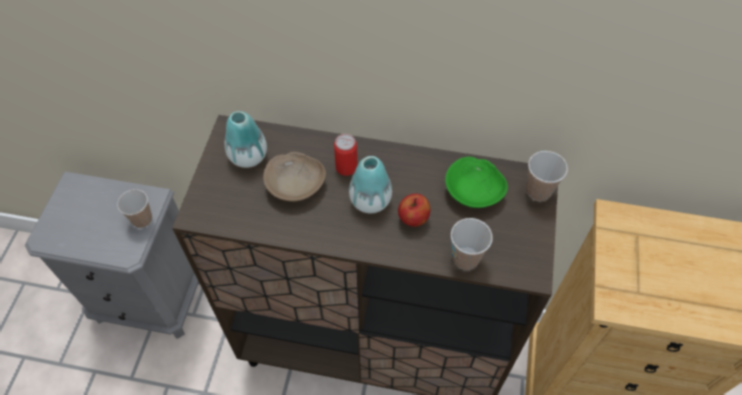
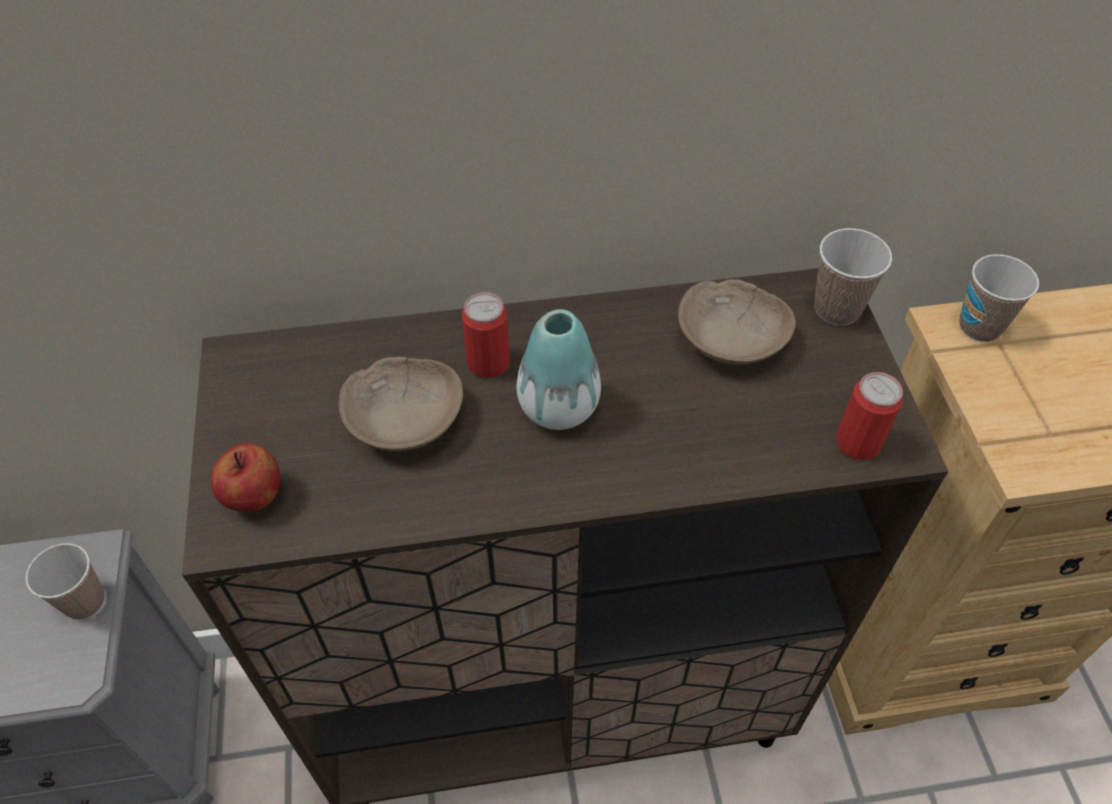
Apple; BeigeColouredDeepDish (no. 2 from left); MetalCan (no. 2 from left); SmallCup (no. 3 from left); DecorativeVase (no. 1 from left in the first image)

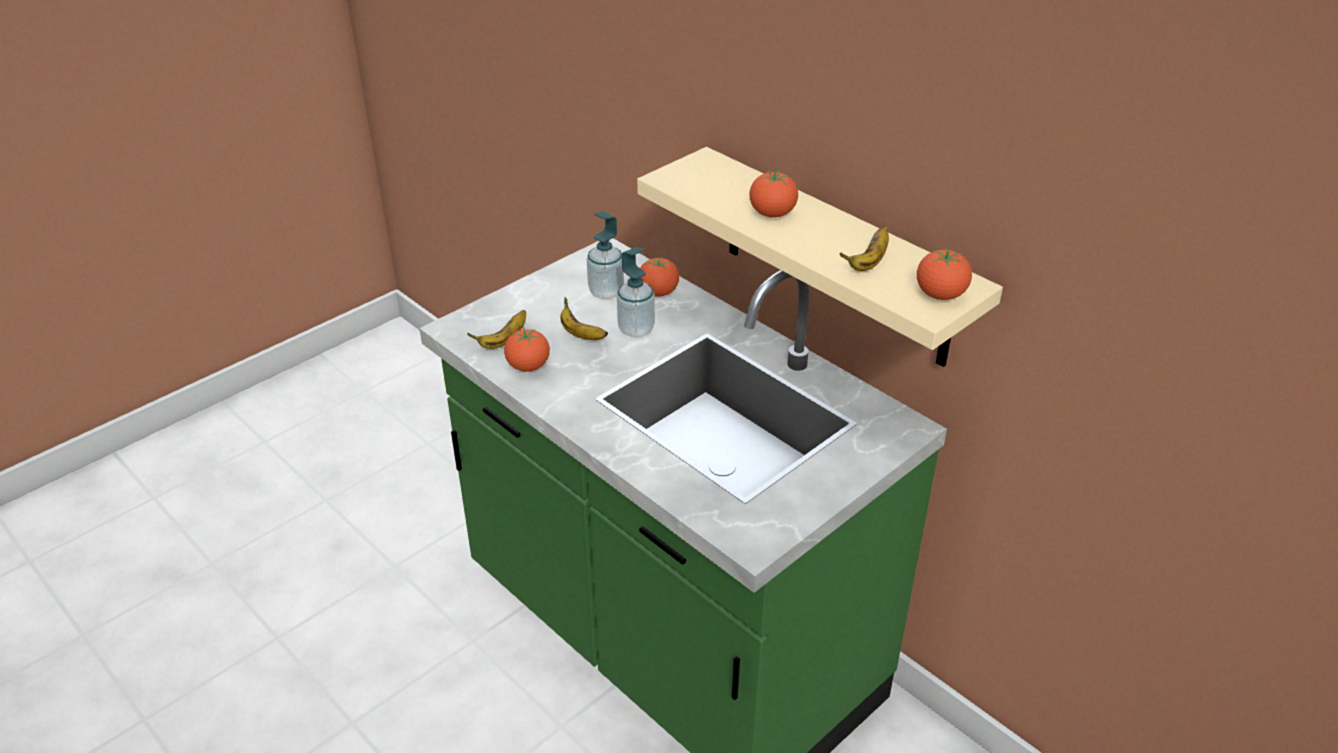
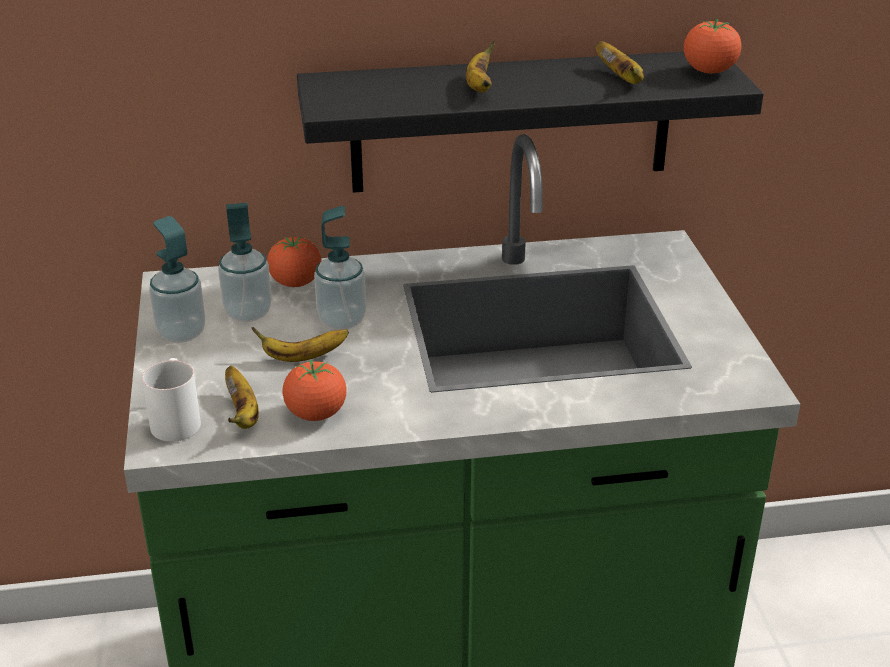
WhitishCoffeeMug; SoapDispenser (no. 1 from left); BlackWallShelf; Banana (no. 3 from left)

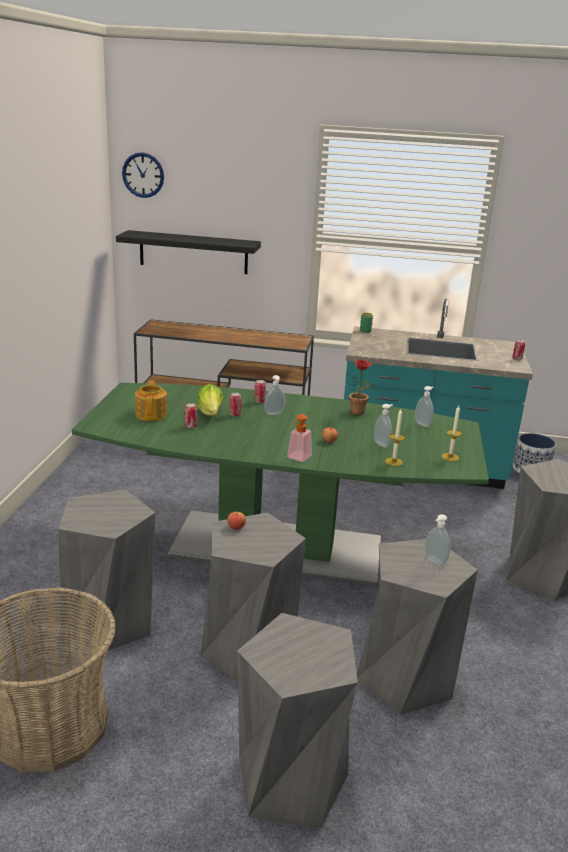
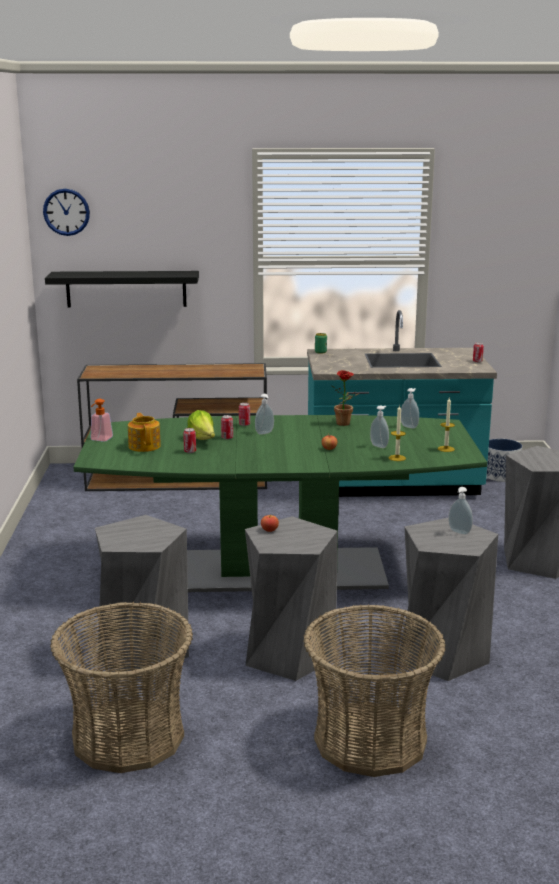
SoapDispenser (no. 1 from left); StorageBasket (no. 2 from left)

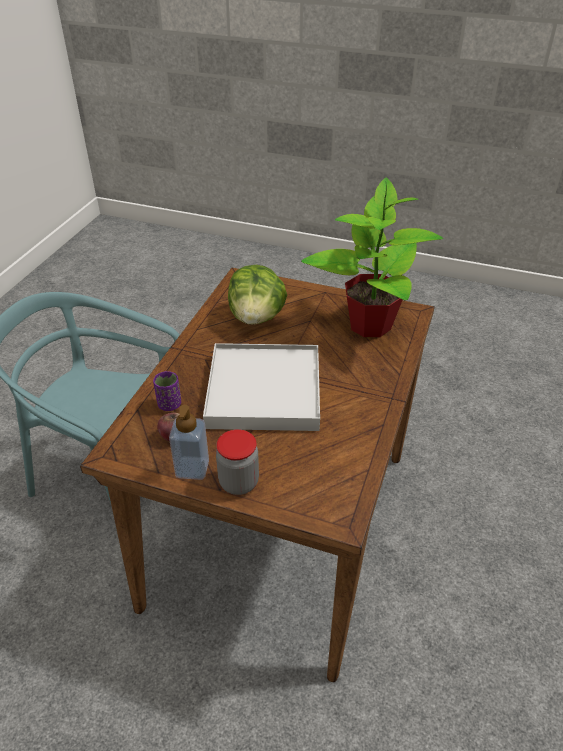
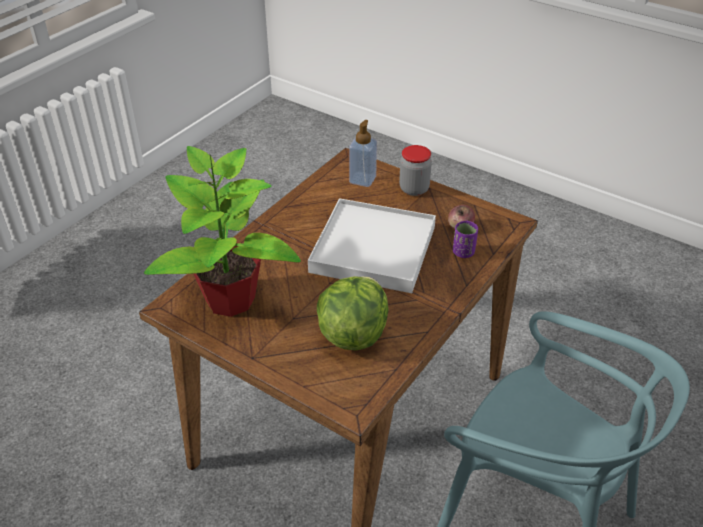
SoapDispenser

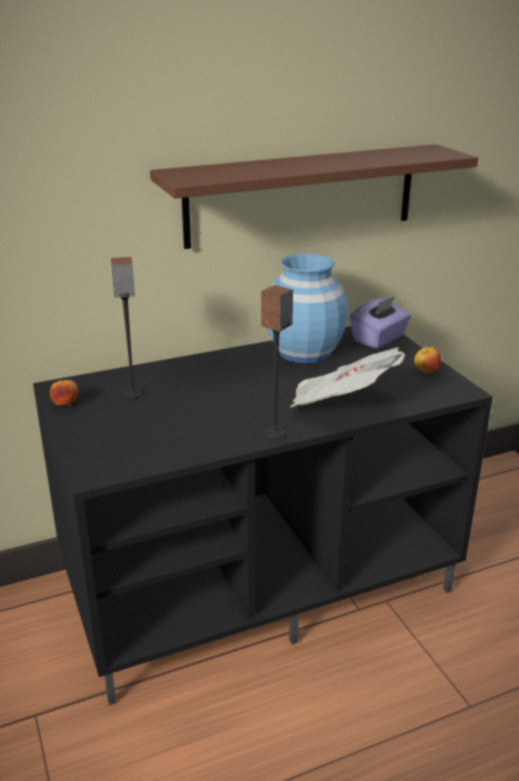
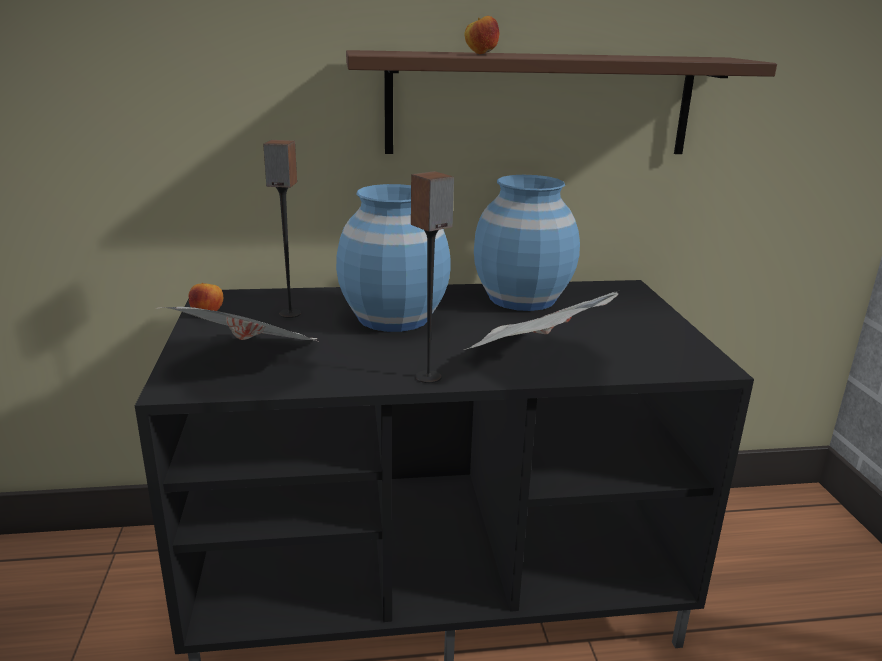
PrintedPaper (no. 1 from left); BlueColouredDecorativeVase (no. 1 from left); Apple (no. 2 from left); PurplishBoxOfTissues

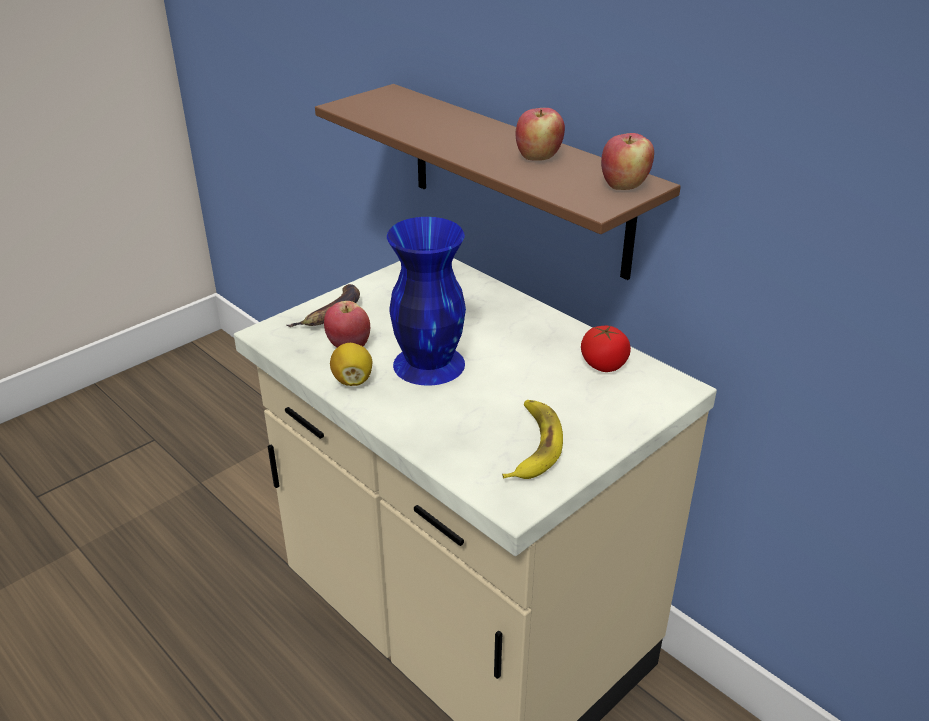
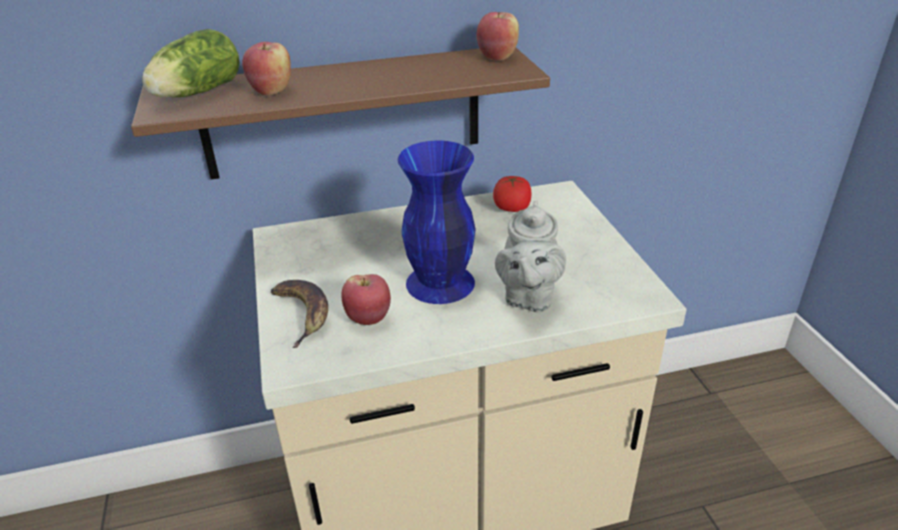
HeadOfLettuce; Apple (no. 1 from left); GreyishPotForTea; CitrusFruit; Banana (no. 2 from left in the first image)

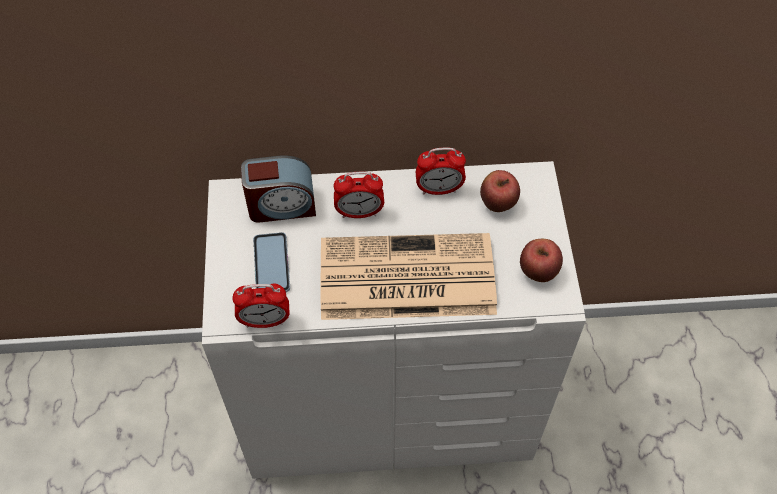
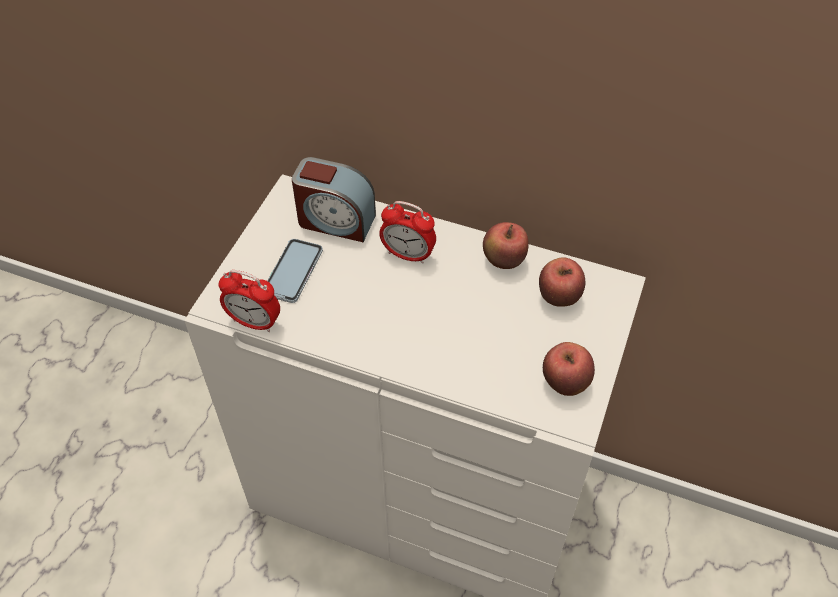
Apple (no. 1 from left); PrintedPaper

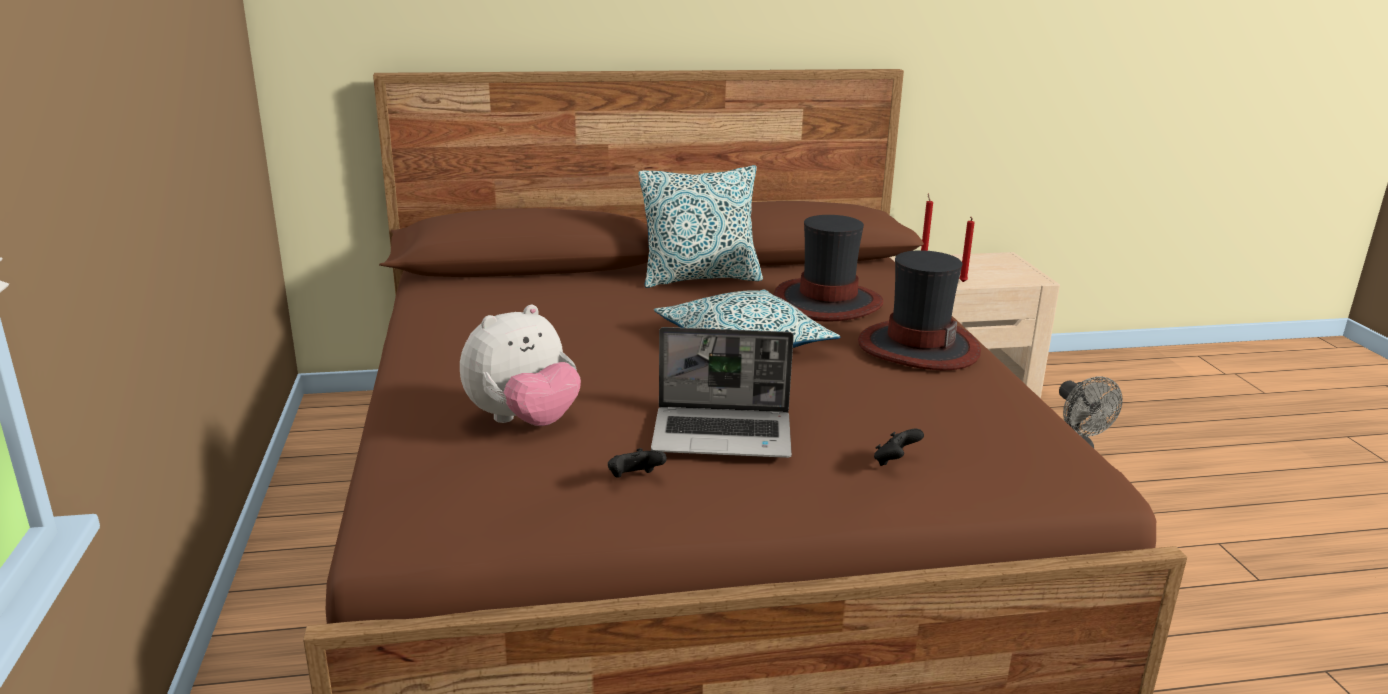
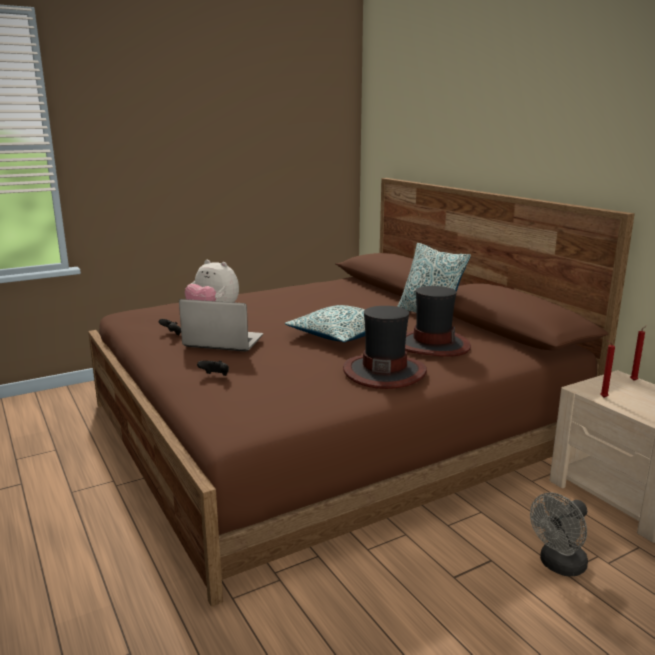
PortableComputer

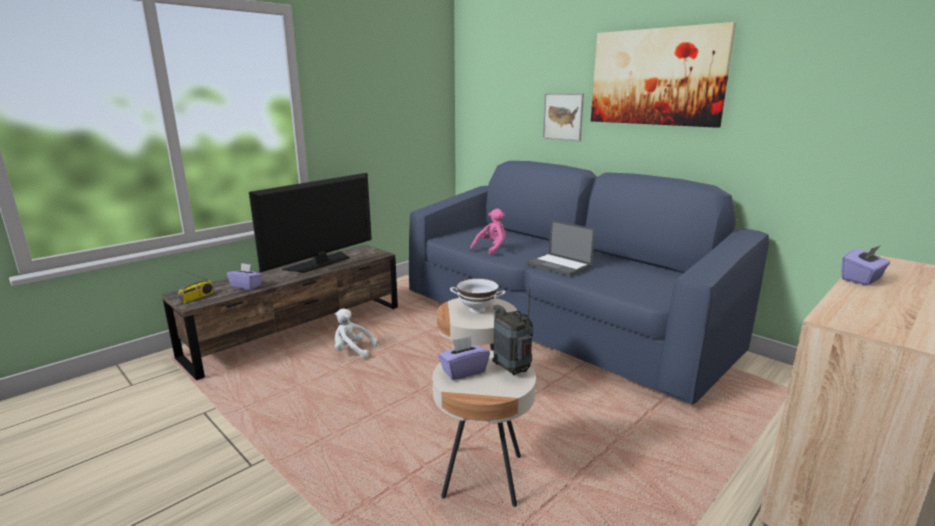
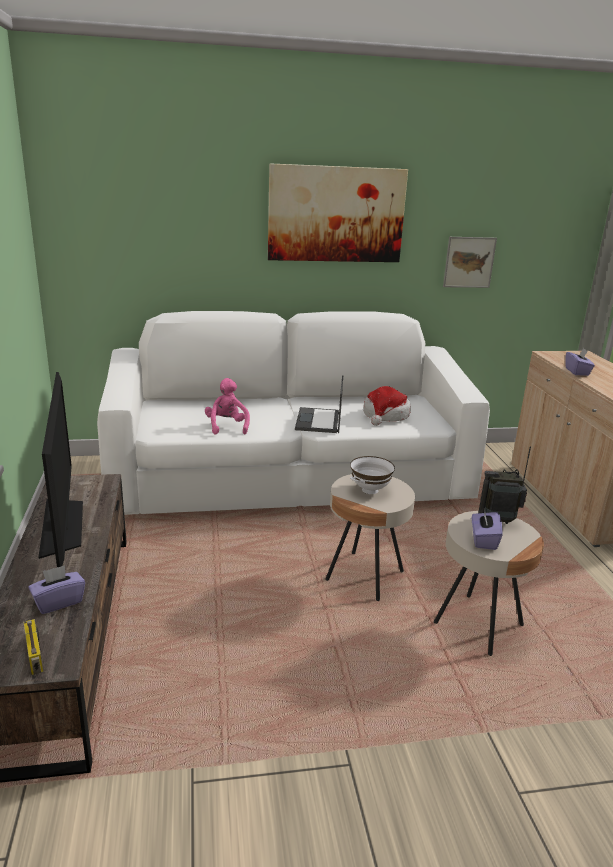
WhitishSofa; PortableComputer; WearableHat; WallArt (no. 2 from left); WhitishSoftToy

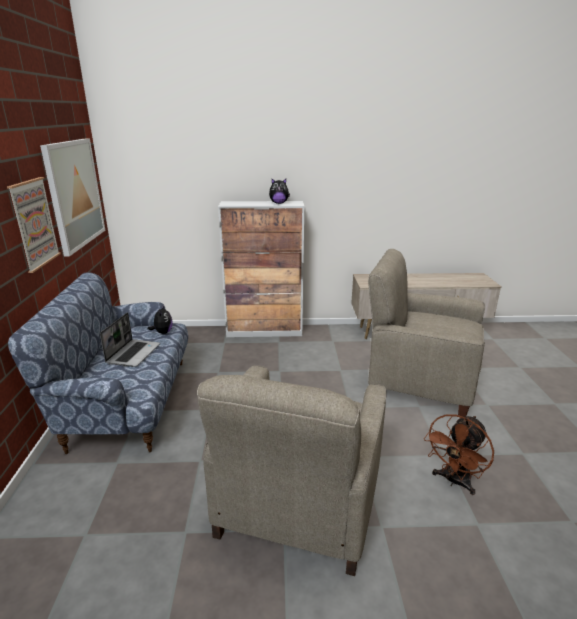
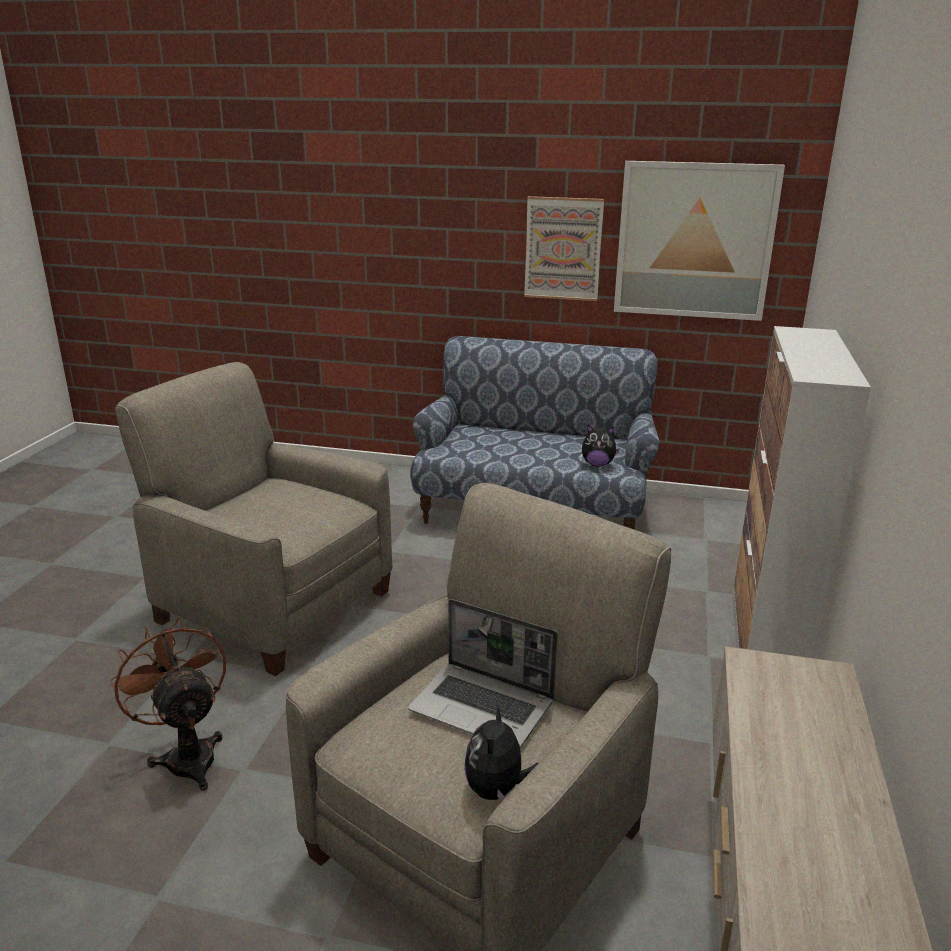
PortableComputer; SoftToy (no. 1 from left)

